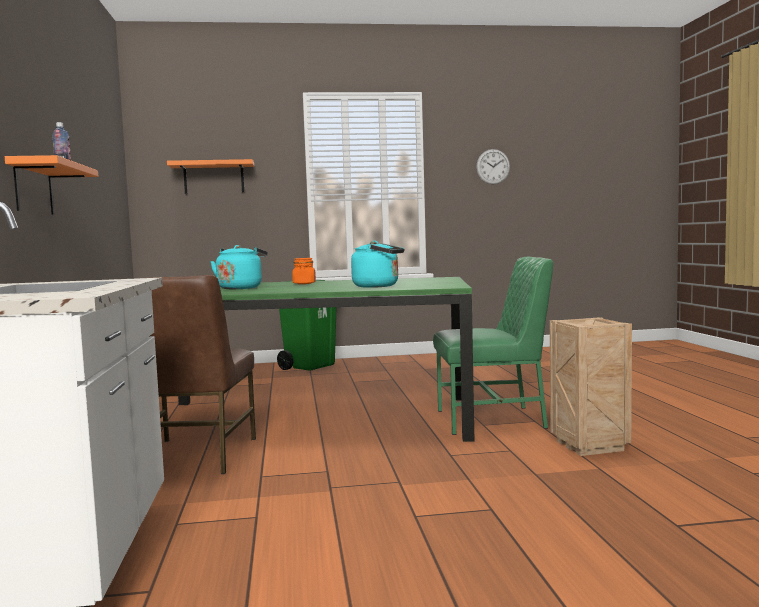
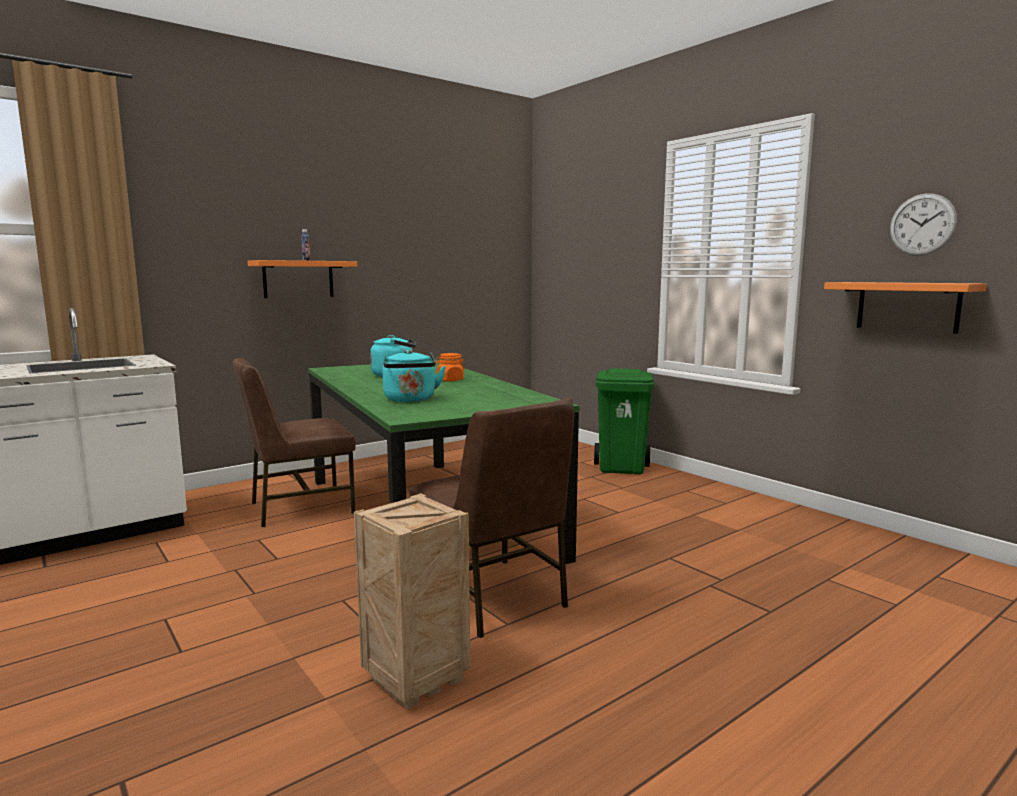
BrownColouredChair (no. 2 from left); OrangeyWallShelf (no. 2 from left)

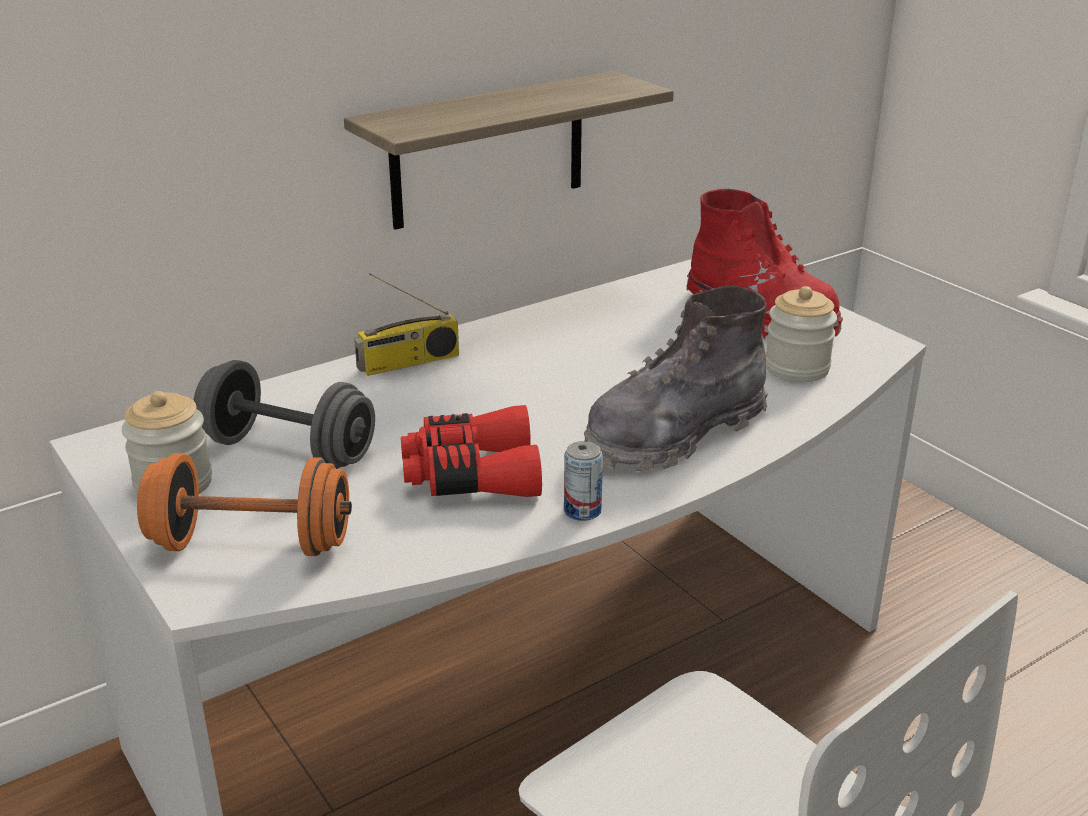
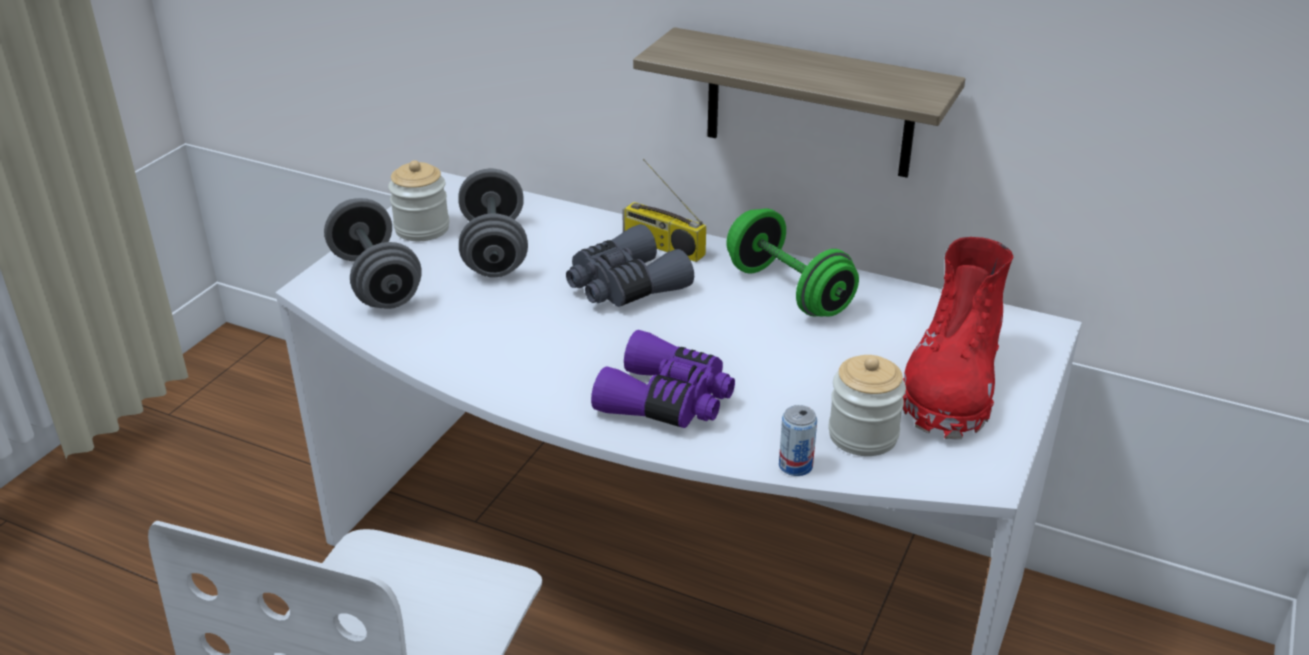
GreyishHandWeight (no. 1 from left); GreyishBinoculars; PurplishBinoculars; GreenHandWeight; MetalCan; RedColouredBinoculars

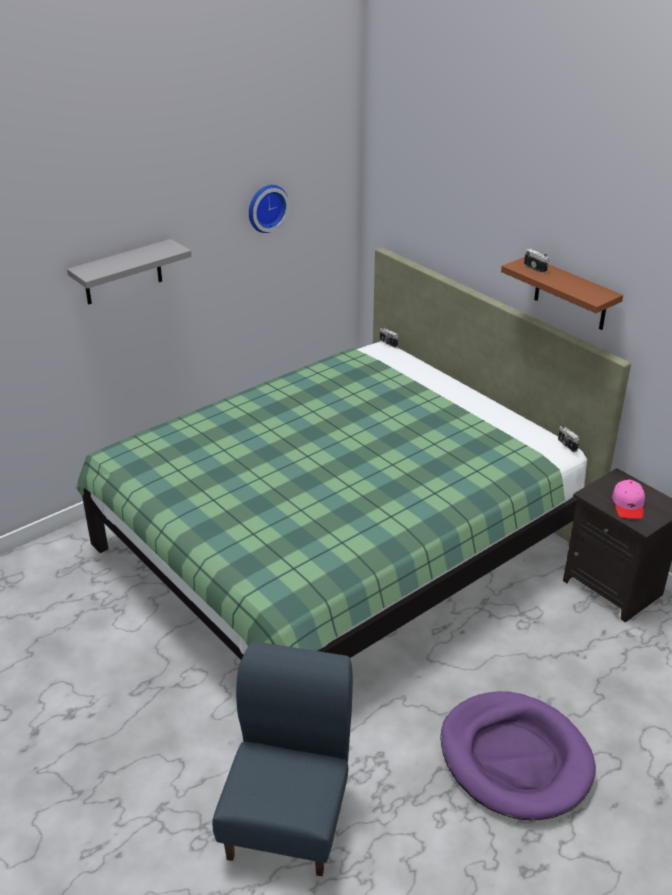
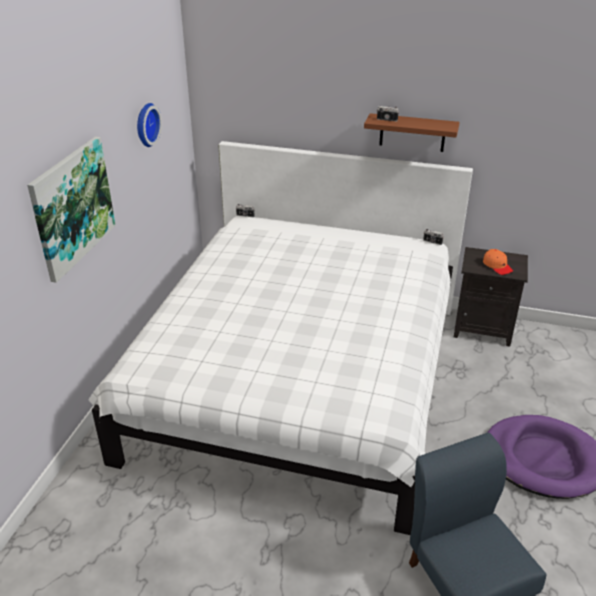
WallArt; WhitishSleepingBed; OrangeyPeakedCap

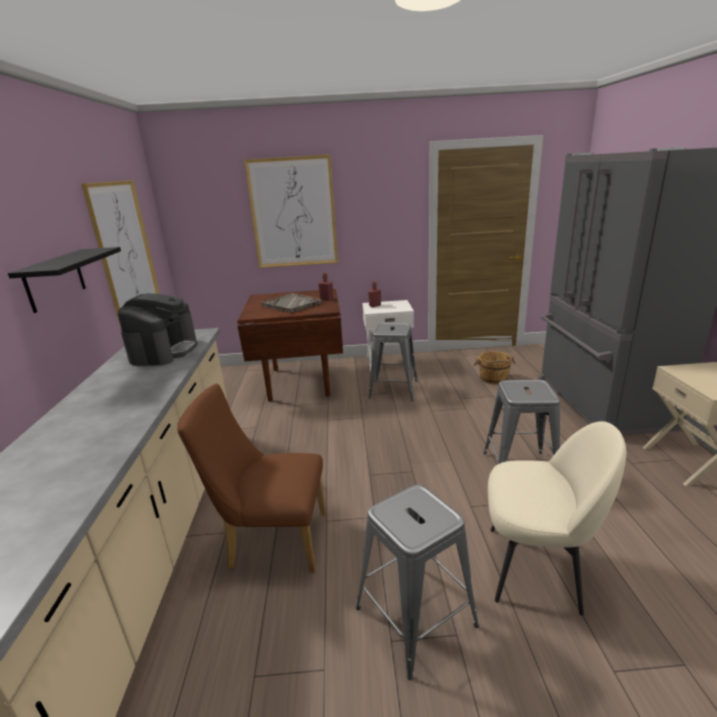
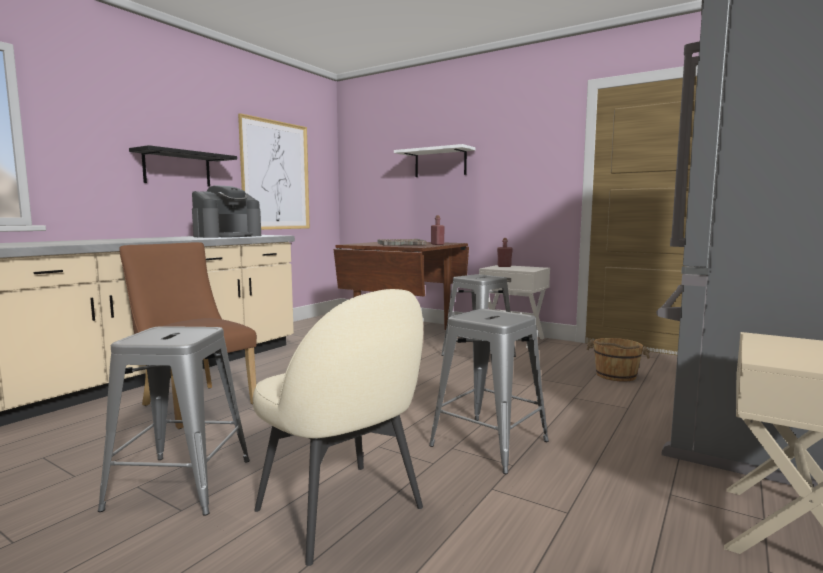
WhitishWallShelf

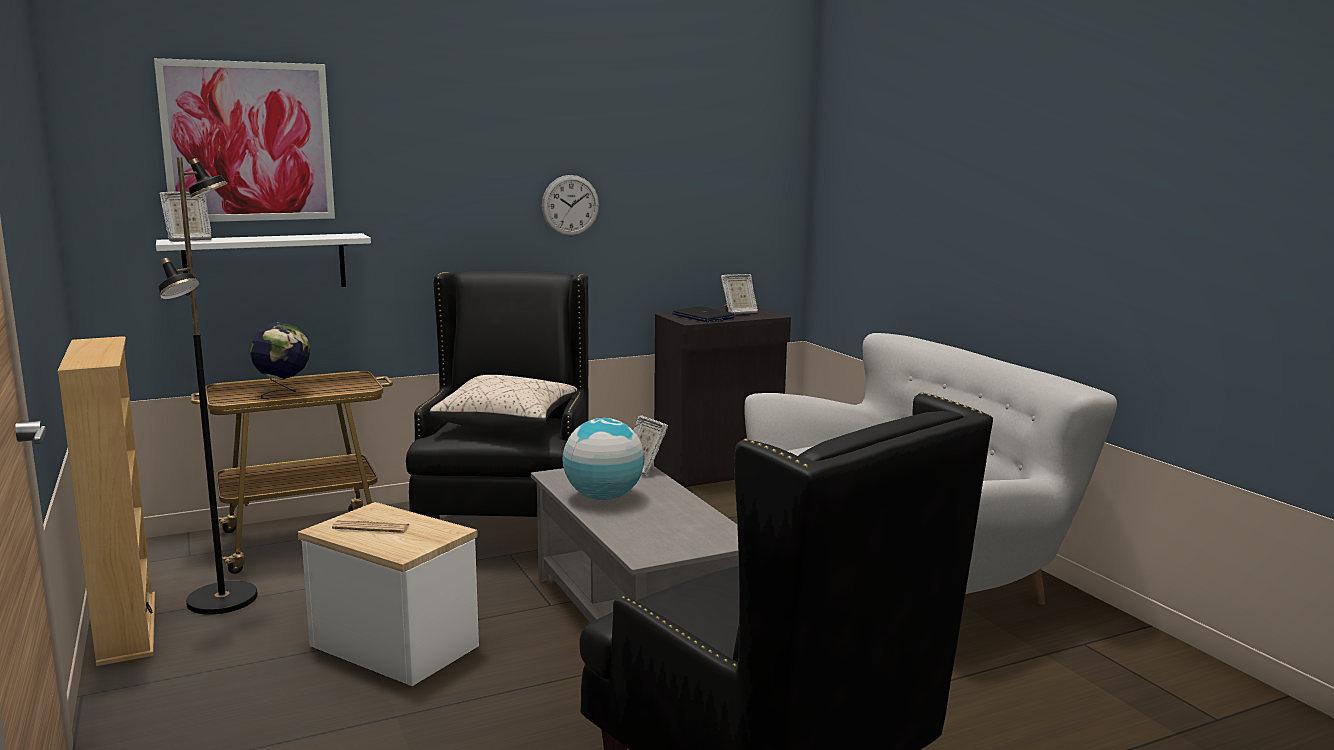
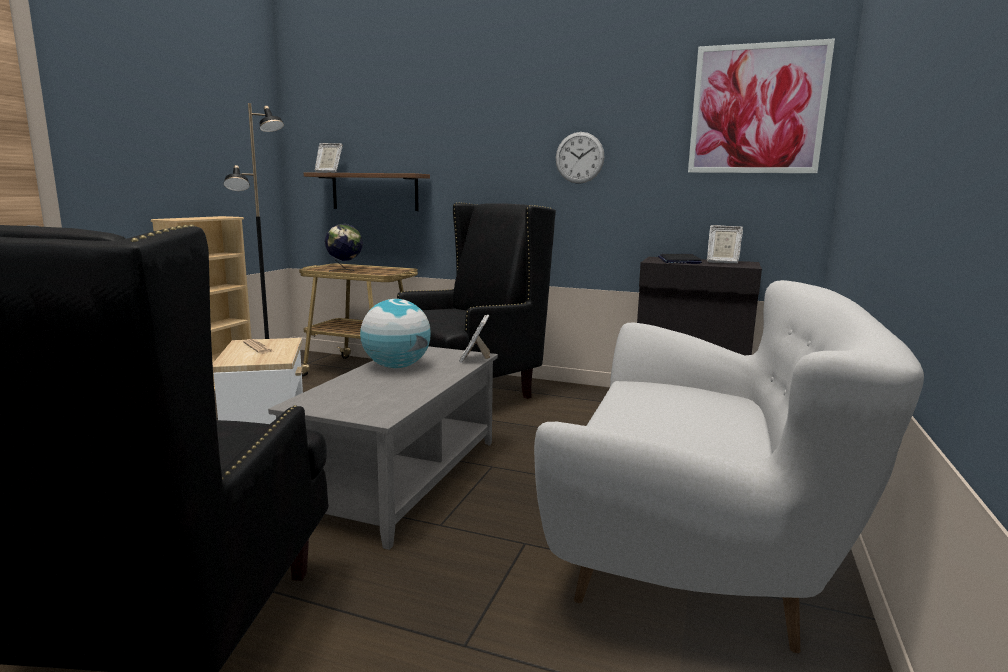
BrownColouredWallShelf; WallArt; BeigeColouredCushion

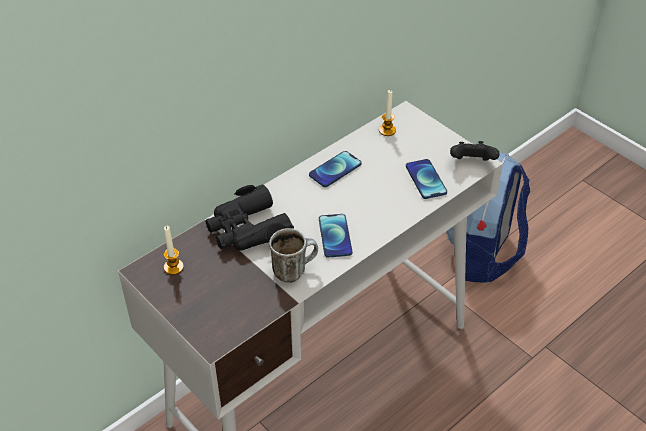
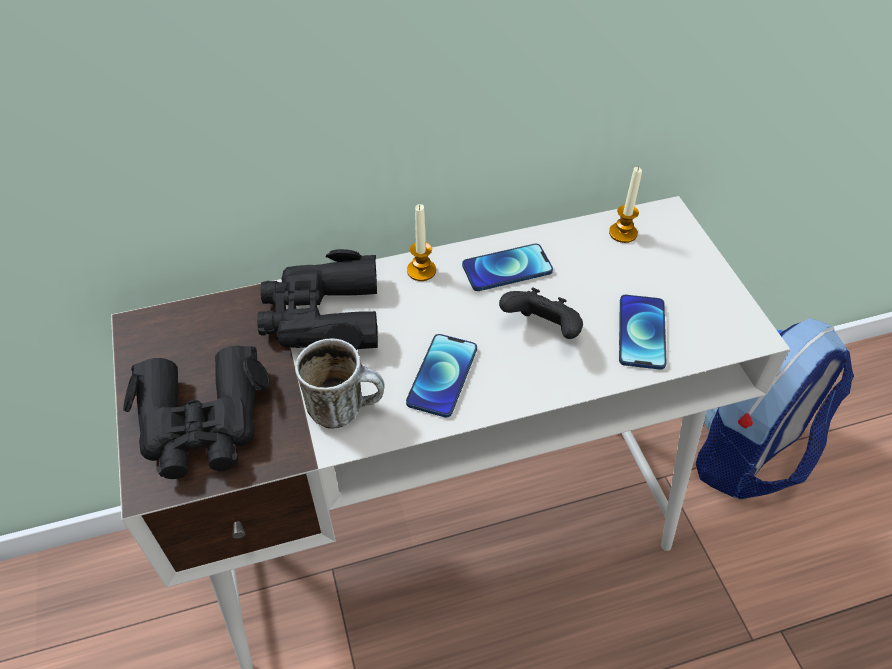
BlackBinoculars (no. 1 from left); WaxCandle (no. 1 from left); BlackGamepad

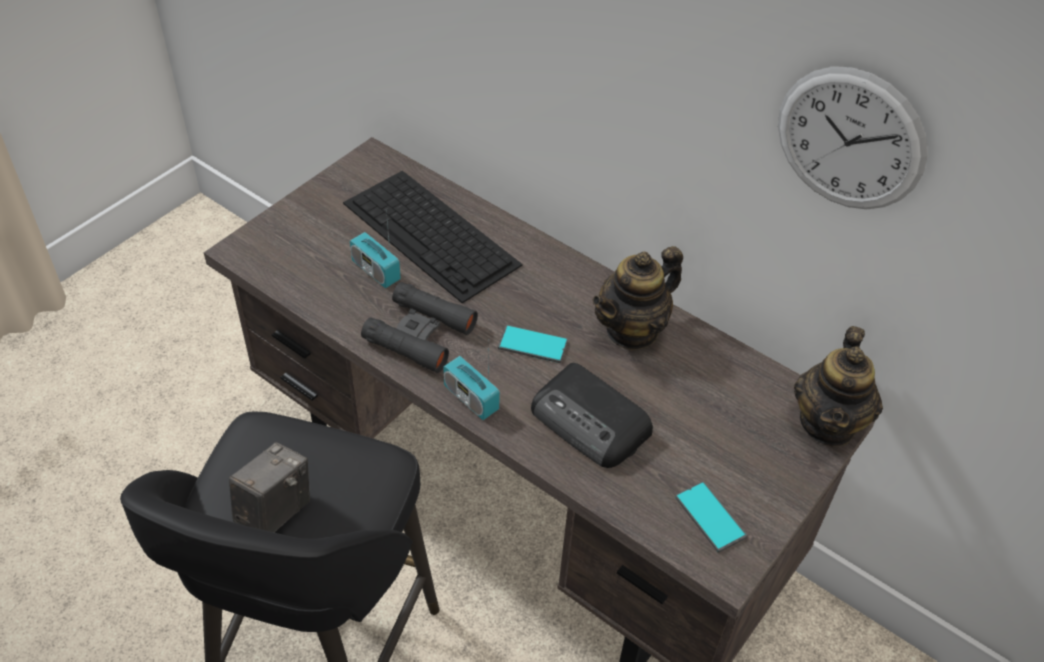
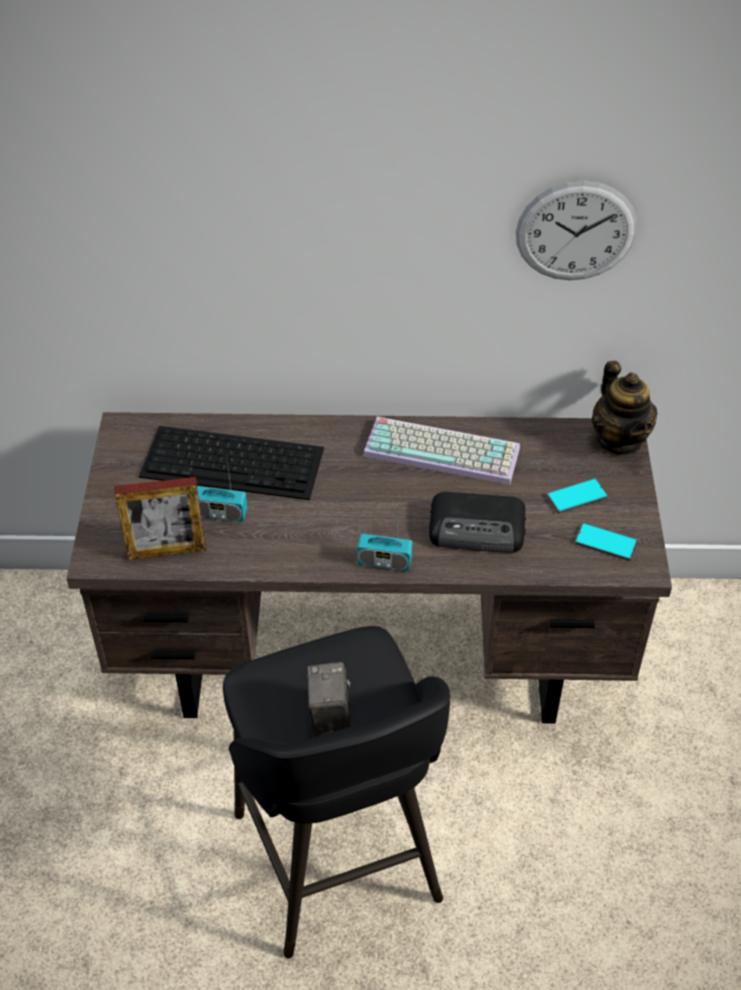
StandingFrame; PcKeyboard (no. 2 from left); Telephone (no. 1 from left); BlackBinoculars

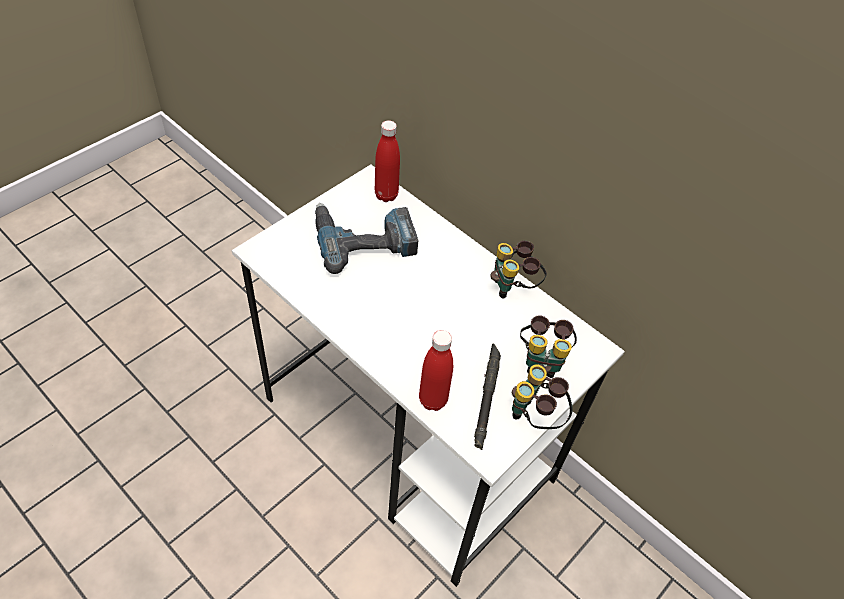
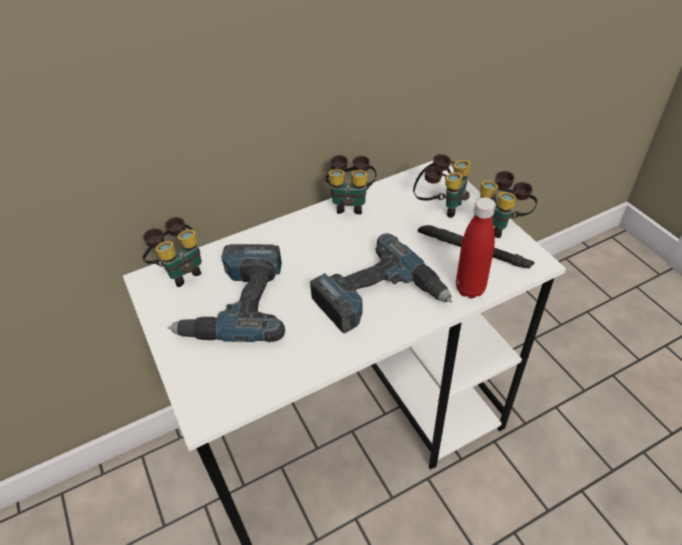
Binoculars (no. 1 from left); ElectricDrill (no. 2 from left)

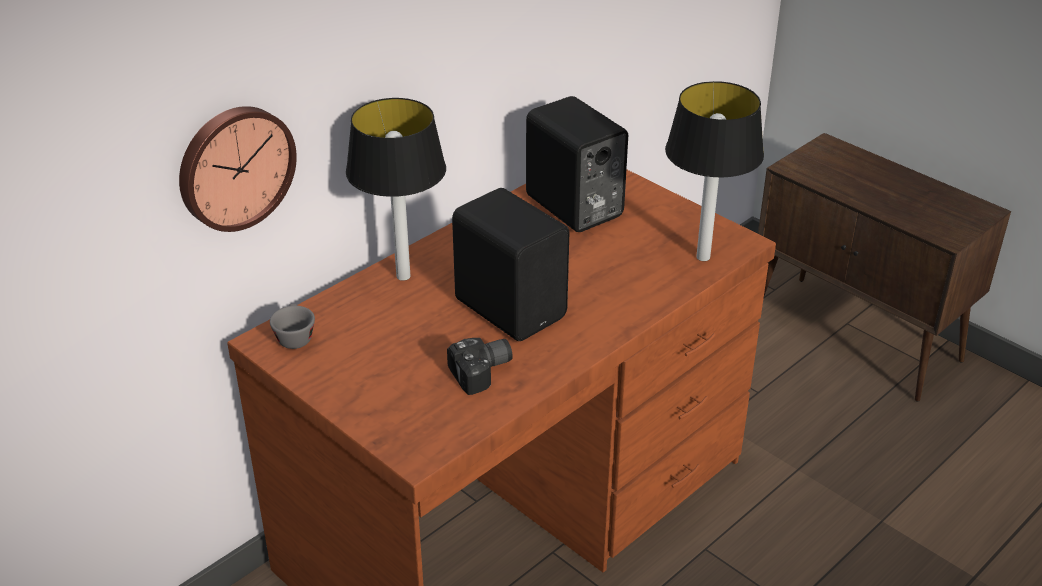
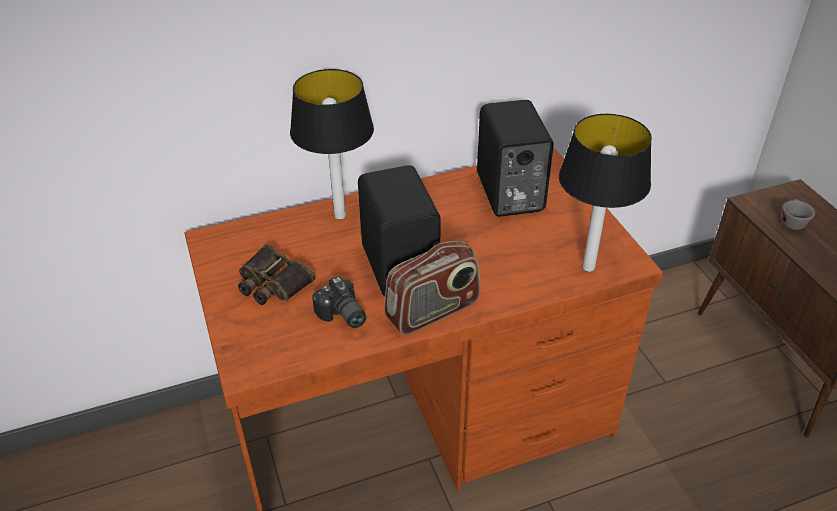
Binoculars; PhotoCamera; RadioSet; GreyishSmallCup; HangingClock

